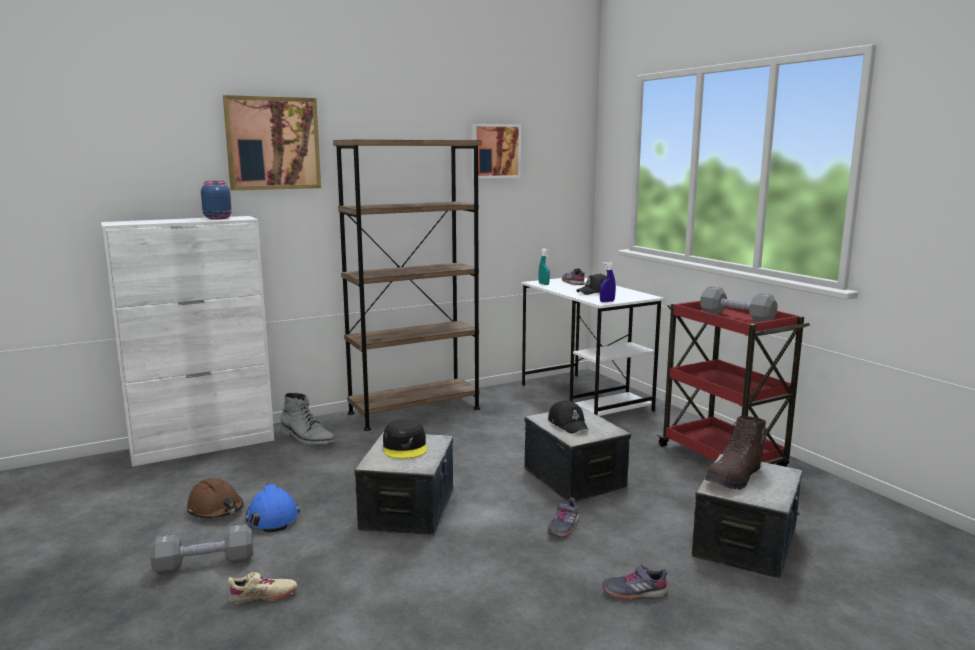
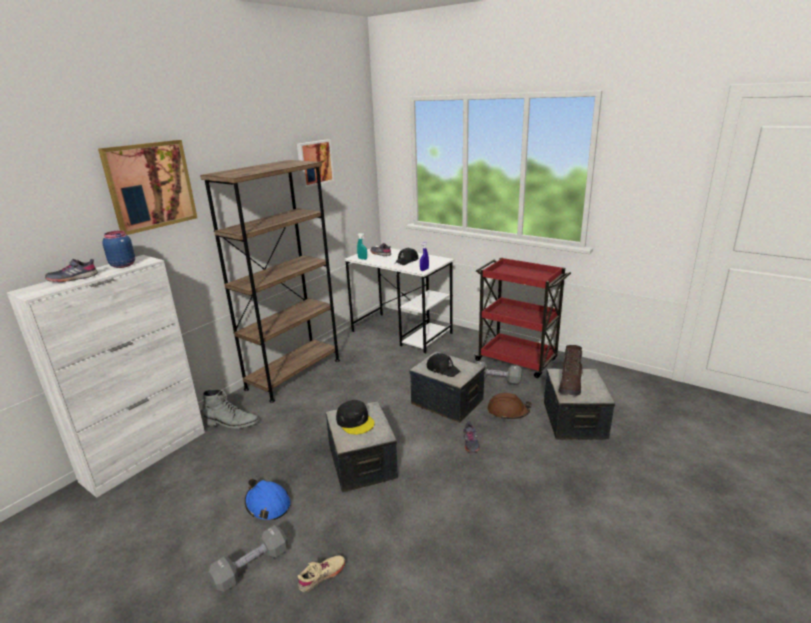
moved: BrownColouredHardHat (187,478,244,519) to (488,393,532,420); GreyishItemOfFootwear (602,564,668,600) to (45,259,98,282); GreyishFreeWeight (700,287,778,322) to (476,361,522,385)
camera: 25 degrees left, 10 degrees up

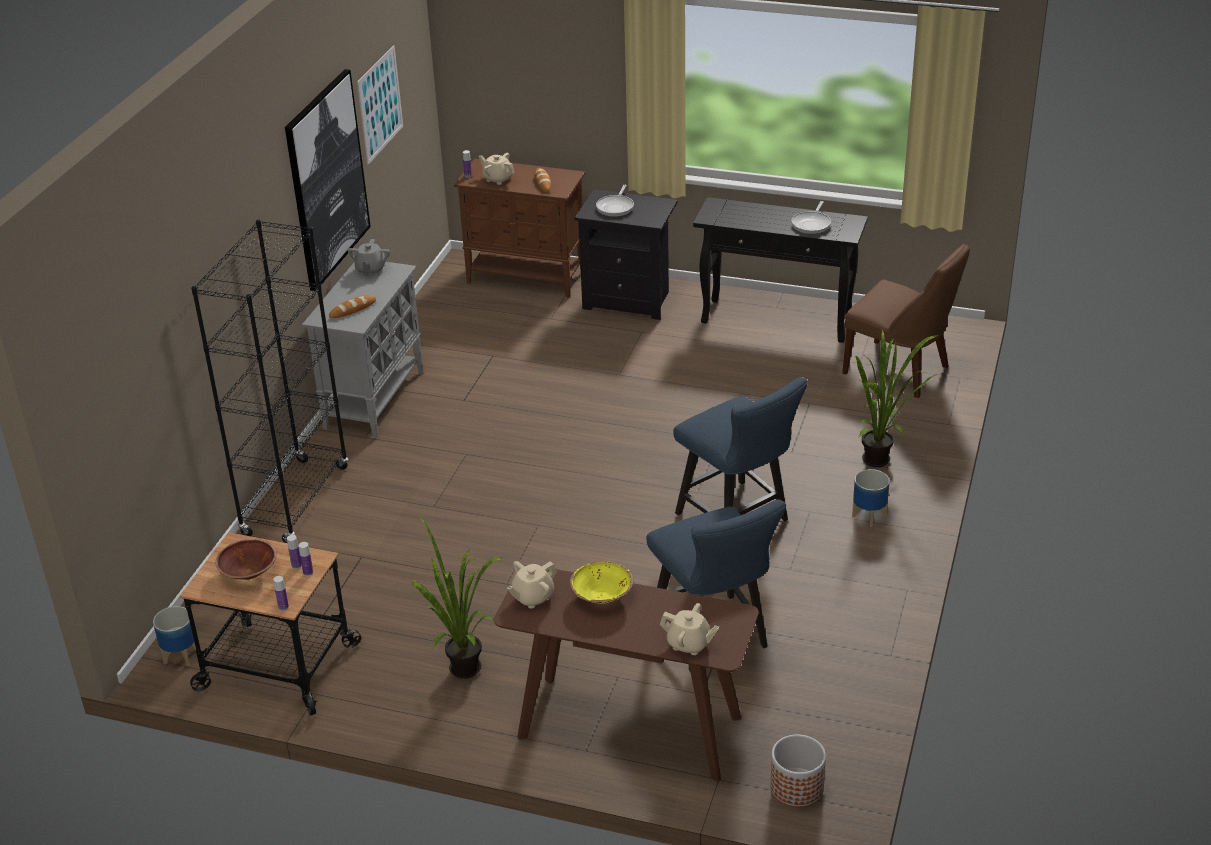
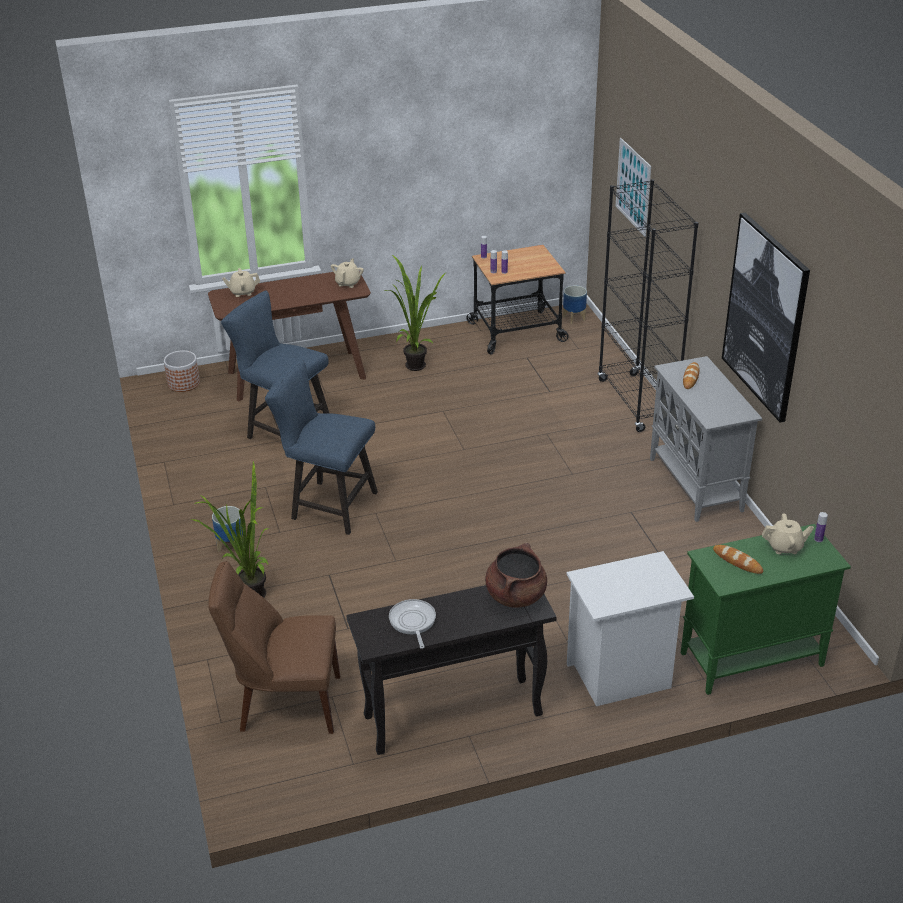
removed: BrownColouredDeepDish (215,539,277,580); GreyishTeapot (348,239,390,275); YellowColouredDeepDish (570,561,633,604); Skillet (596,185,634,217)
added: BrownColouredSaucepot (485,543,547,608)
moved: Picture (357,45,403,165) to (616,138,651,237)
recoloured: BrownColouredStorageCabinet (454,159,585,298) to GreenStorageCabinet (681,524,851,695); BlackNightstand (574,189,678,320) to WhiteNightstand (567,551,694,706)
camera: 145 degrees right, 0 degrees up

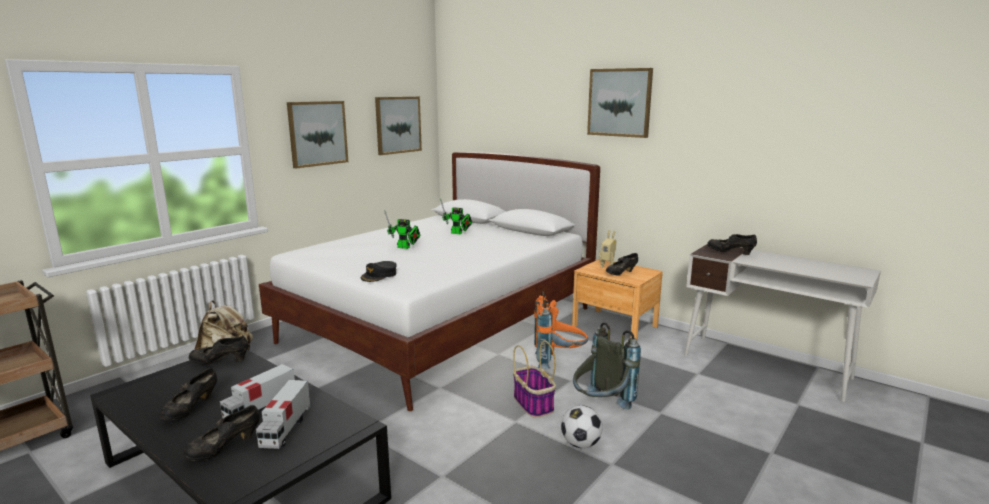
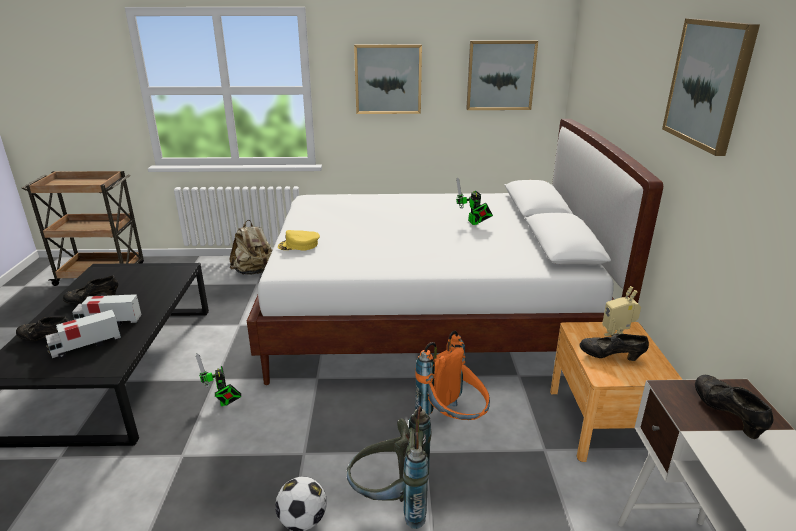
removed: BlackItemOfFootwear (189,336,248,364); HouseholdBasket (513,341,556,418)
moved: ModelRobot (384,210,421,249) to (196,353,241,406)
recoloured: BlackPeakedCap (360,261,397,282) to YellowColouredPeakedCap (278,230,320,251)
camera: 50 degrees right, 10 degrees up

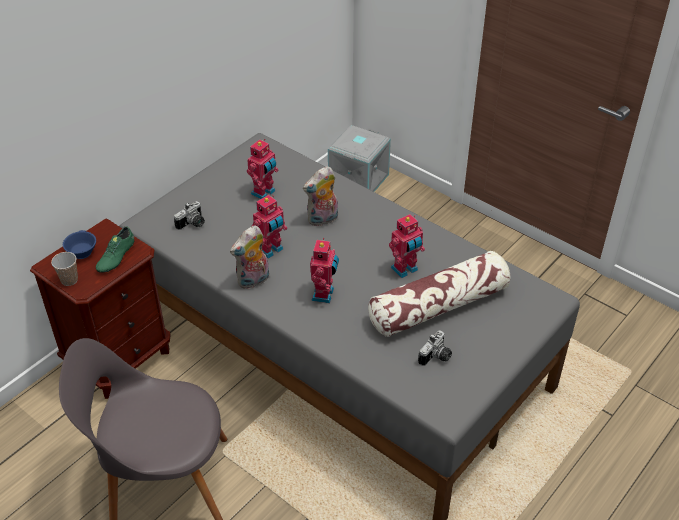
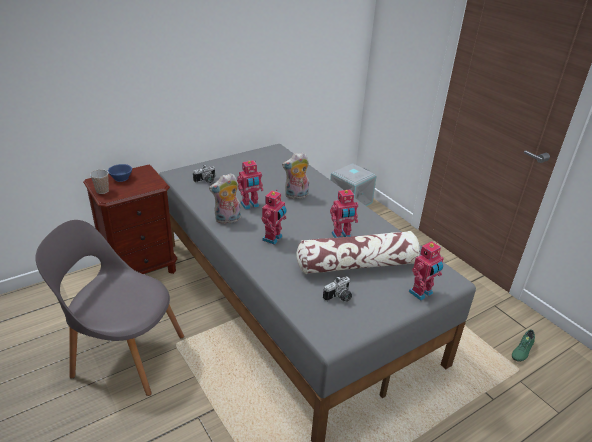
moved: GreenItemOfFootwear (96,226,134,273) to (512,330,535,362); ModelRobot (247,139,279,199) to (408,241,444,301)
camera: 15 degrees right, 10 degrees down

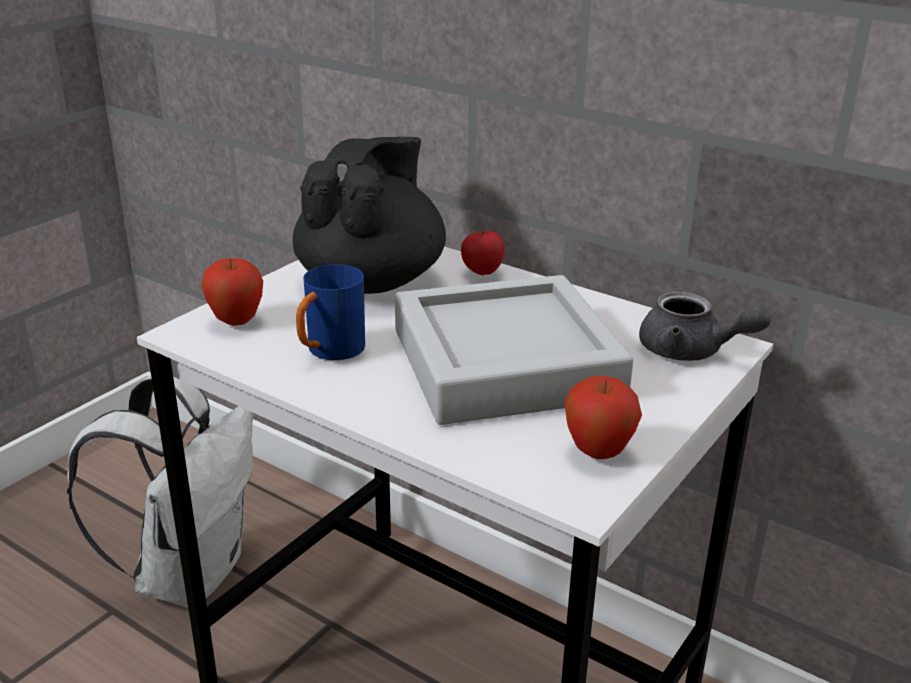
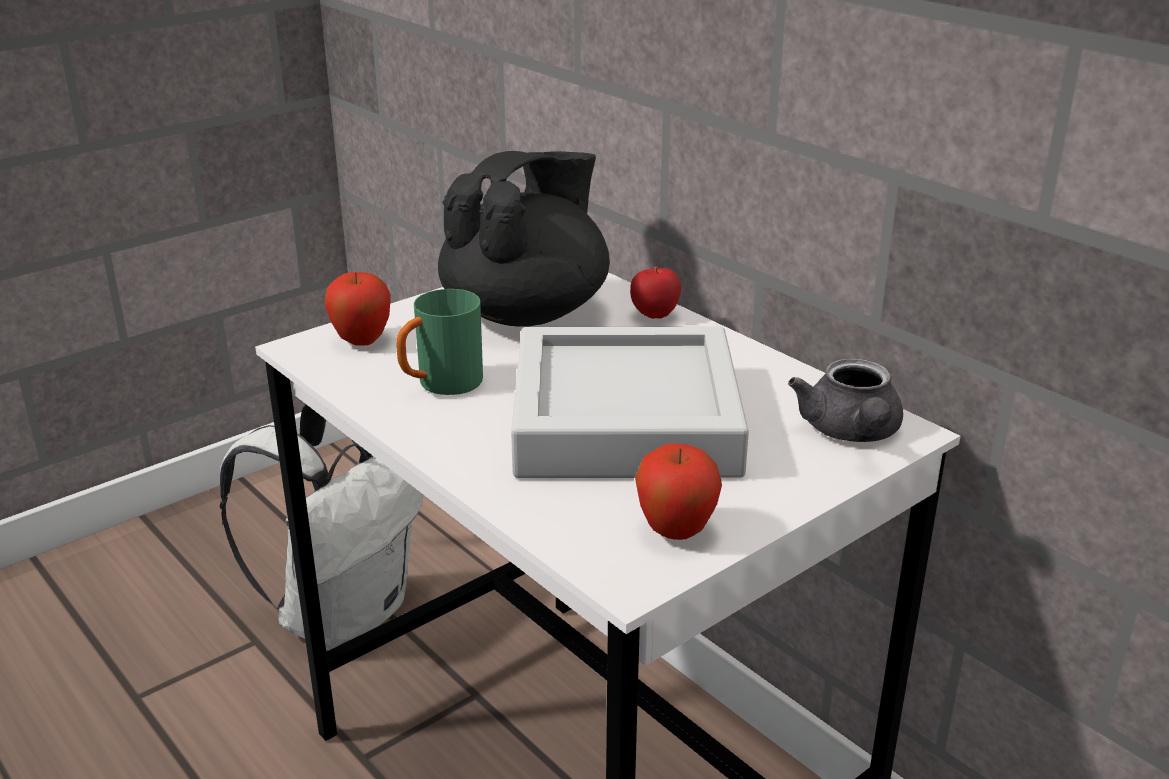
recoloured: BlueColouredMug (296,264,365,360) to GreenMug (396,289,483,395)
turned: GreyishTeapot (639,292,771,361) = (788,358,903,442) 45 degrees clockwise
camera: 15 degrees right, 0 degrees up

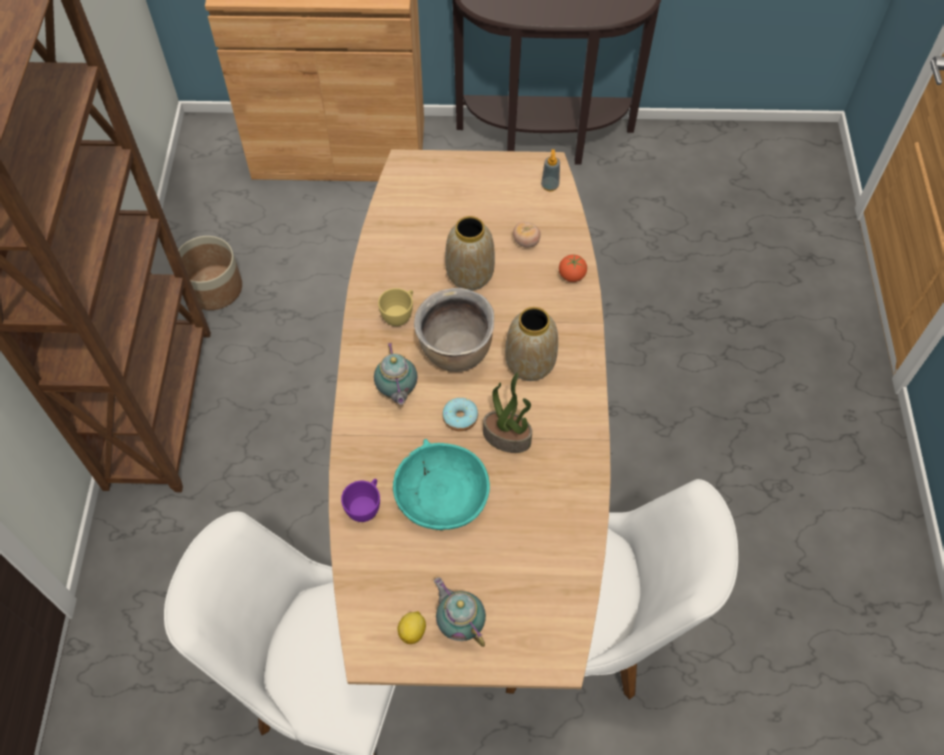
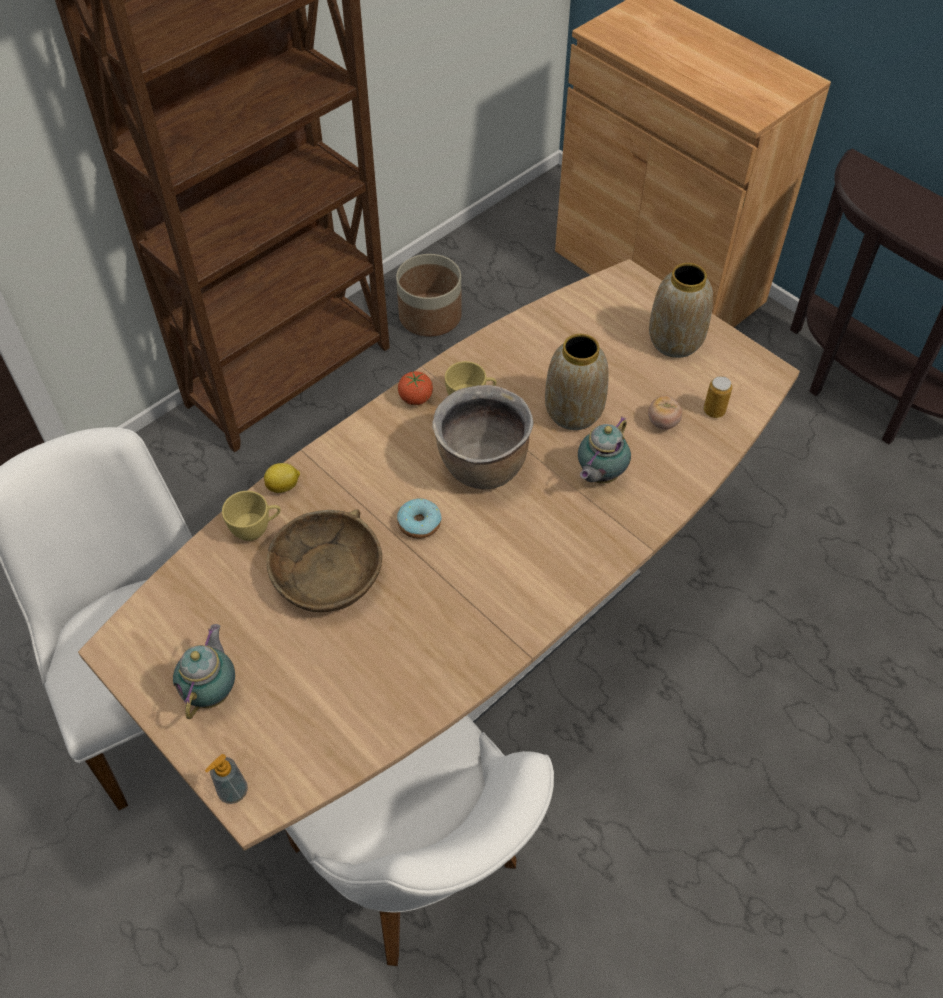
removed: Houseplant (483,373,532,453)
added: SealedCan (704,376,732,418)
moved: Teapot (374,342,418,405) to (578,417,631,484); Lemon (398,611,426,644) to (264,463,300,493); DecorativeVase (505,307,558,381) to (649,263,713,358); LiquidSoapBottle (541,149,560,191) to (205,754,248,804); WholeTomato (559,254,587,282) to (398,371,433,405)
recoloured: PurpleCup (341,479,380,522) to YellowColouredCup (222,491,281,541); TurquoiseDeepDish (393,439,490,530) to BrownColouredDeepDish (266,509,382,612)
camera: 45 degrees right, 5 degrees down

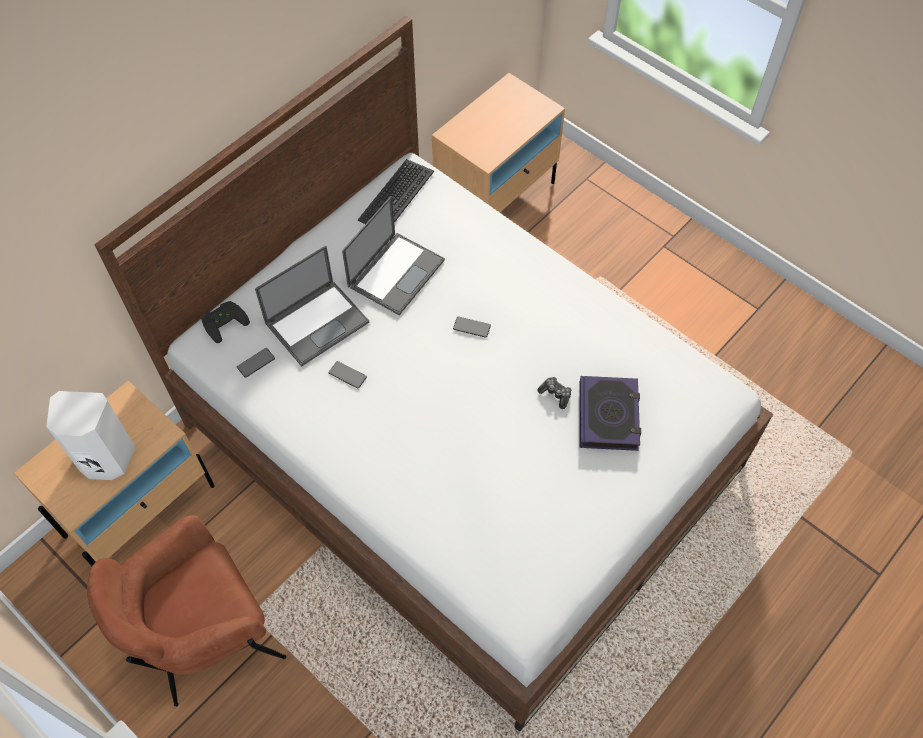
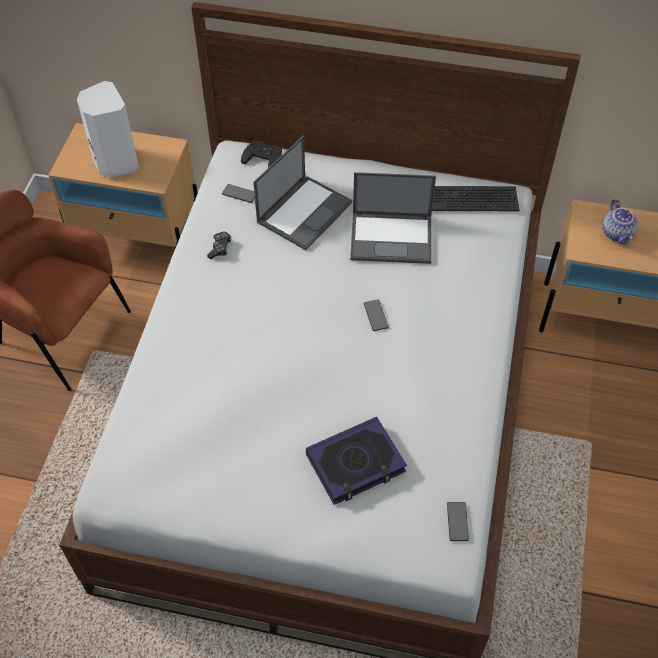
added: Teapot (603,199,638,244)
moved: Phone (328,361,367,389) to (447,502,469,541); Gamepad (537,377,572,409) to (207,232,231,259)
turned: PortableComputer (255,245,369,367) = (253,136,352,250) 75 degrees counterclockwise
camera: 60 degrees right, 5 degrees down

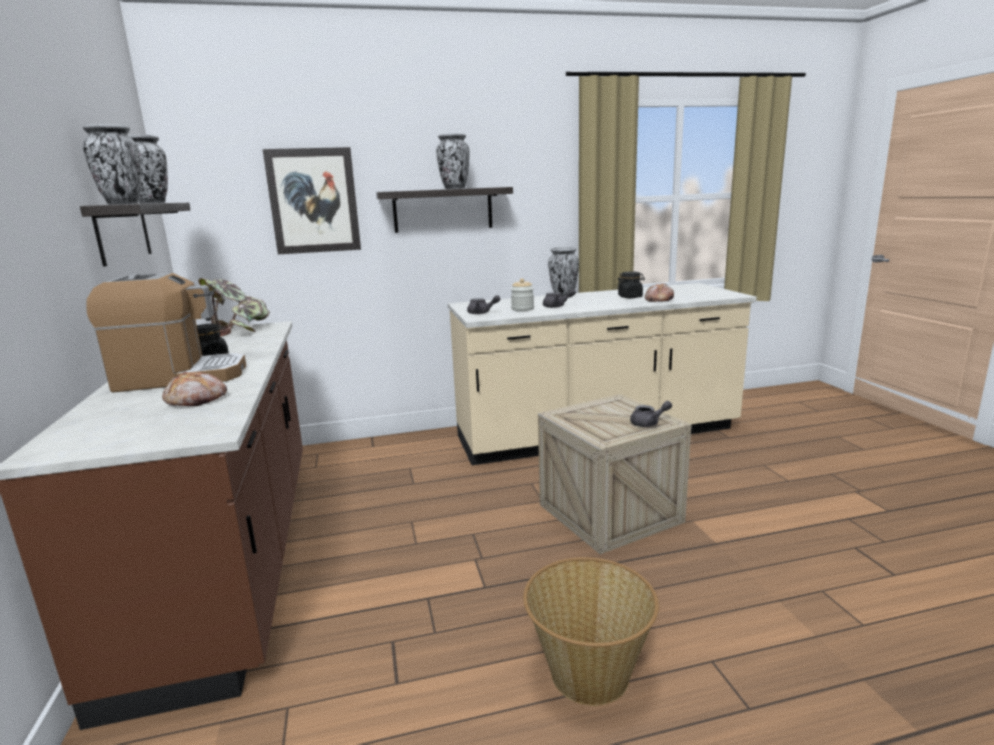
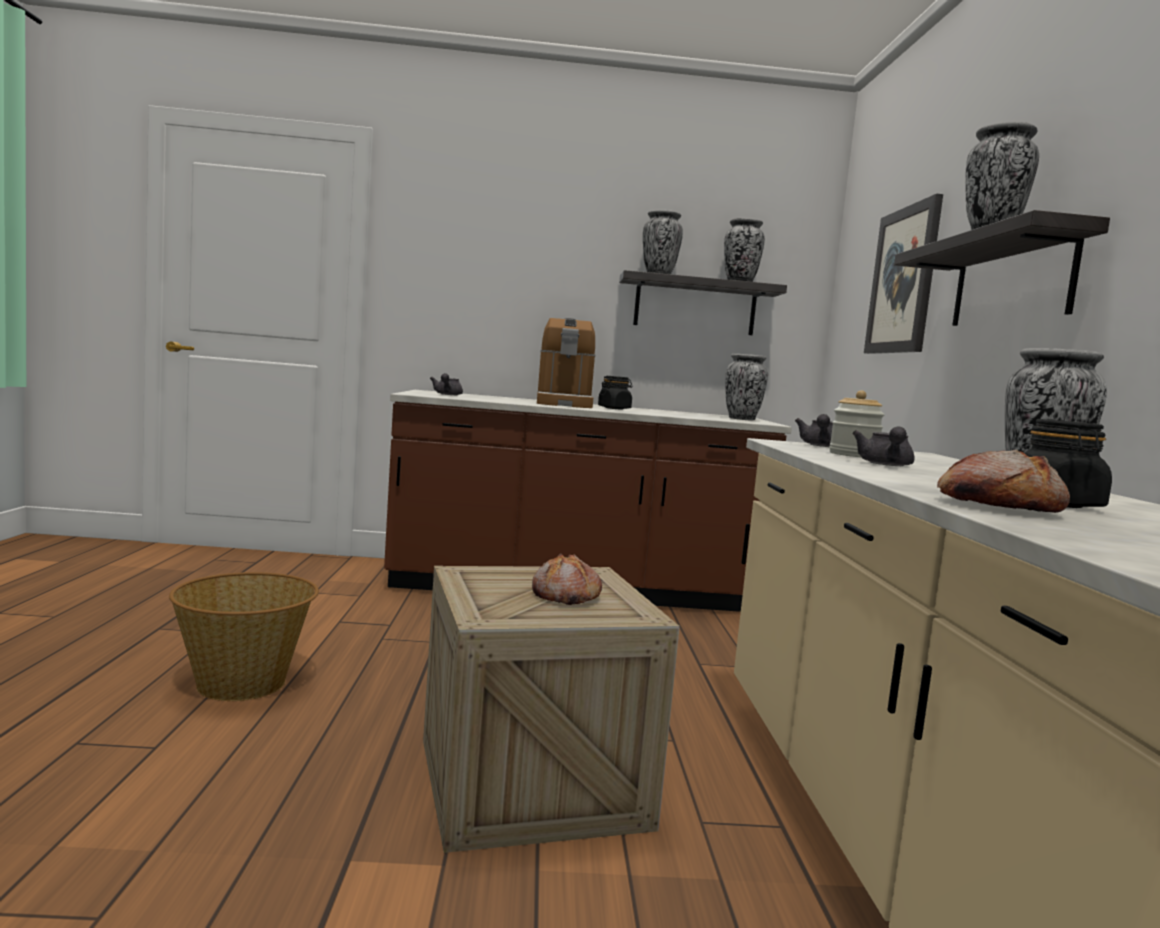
moved: BakedBread (162,372,227,406) to (532,553,602,605); GreyishTeapot (630,401,672,427) to (430,373,463,395)
replaced: Houseplant (198,278,270,337) to DecorativeVase (725,354,768,420)
camera: 100 degrees right, 10 degrees down

